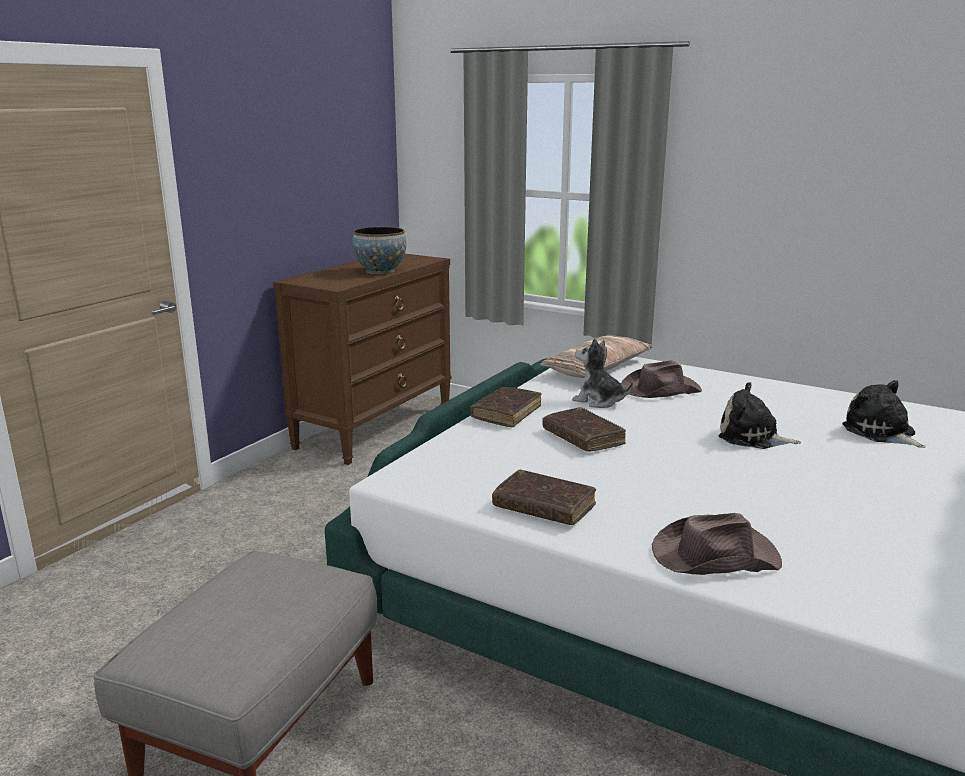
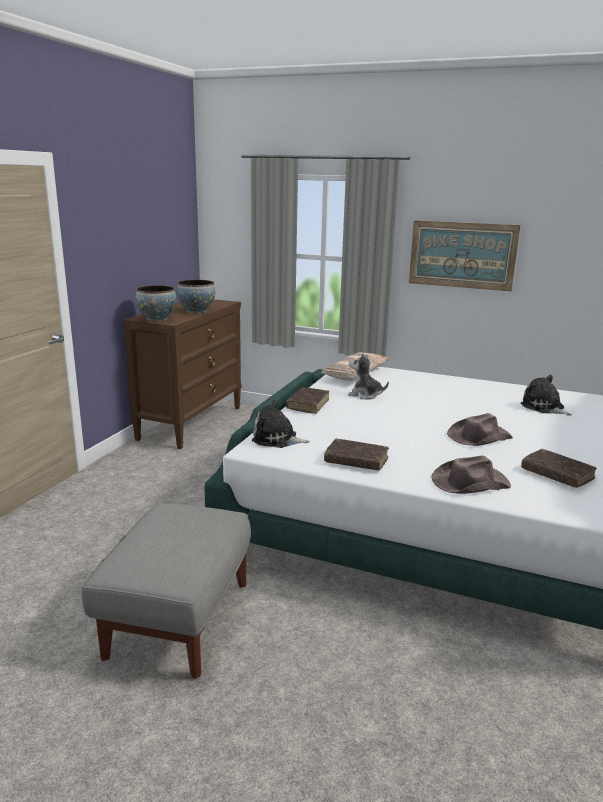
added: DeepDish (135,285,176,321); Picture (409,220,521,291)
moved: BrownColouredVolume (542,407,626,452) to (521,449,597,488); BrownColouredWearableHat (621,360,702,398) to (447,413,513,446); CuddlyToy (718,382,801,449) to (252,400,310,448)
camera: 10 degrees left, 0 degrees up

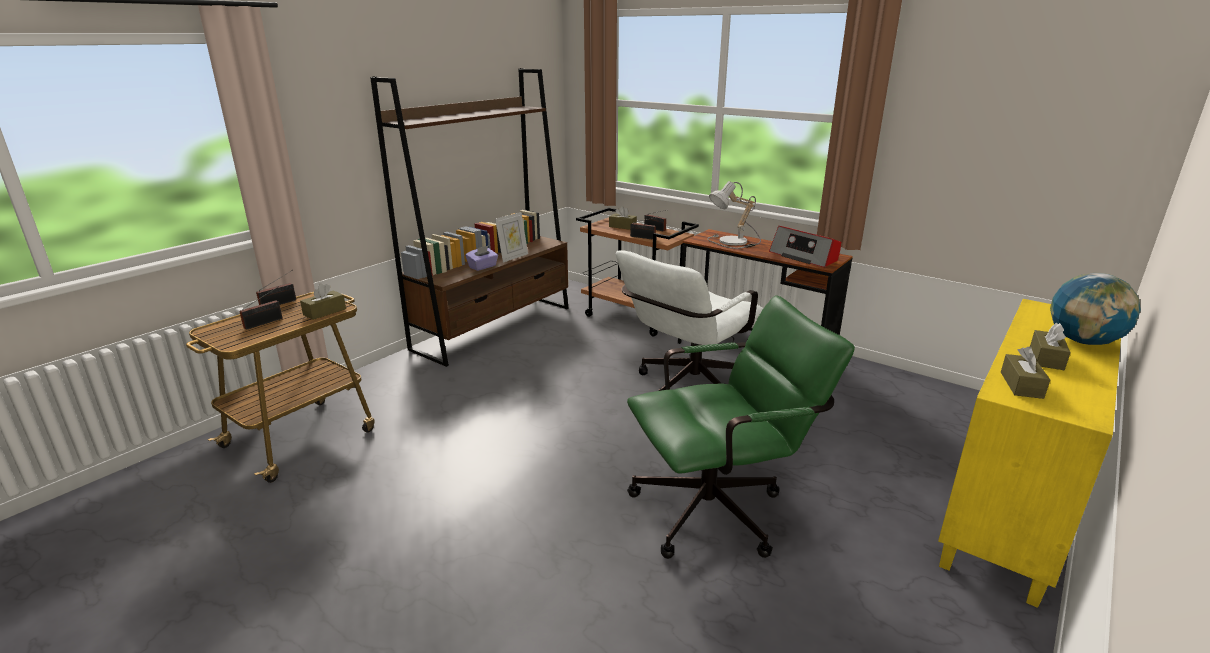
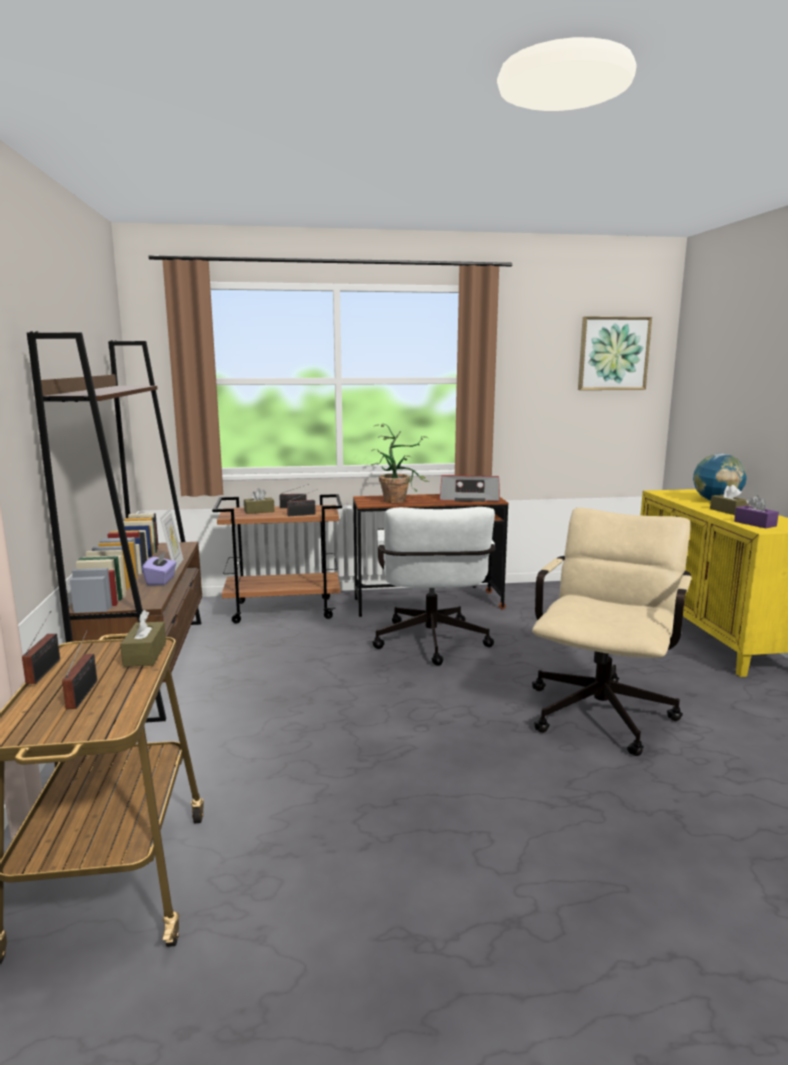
added: Picture (578,316,652,390)
replaced: TabletopLamp (707,181,761,249) to Houseplant (371,424,429,503)
recoloured: GreenDeskChair (627,295,855,559) to SandColouredDeskChair (532,508,692,756); BrownColouredTissueBox (1001,346,1050,399) to PurpleTissueBox (734,495,779,528)
camera: 45 degrees left, 10 degrees down

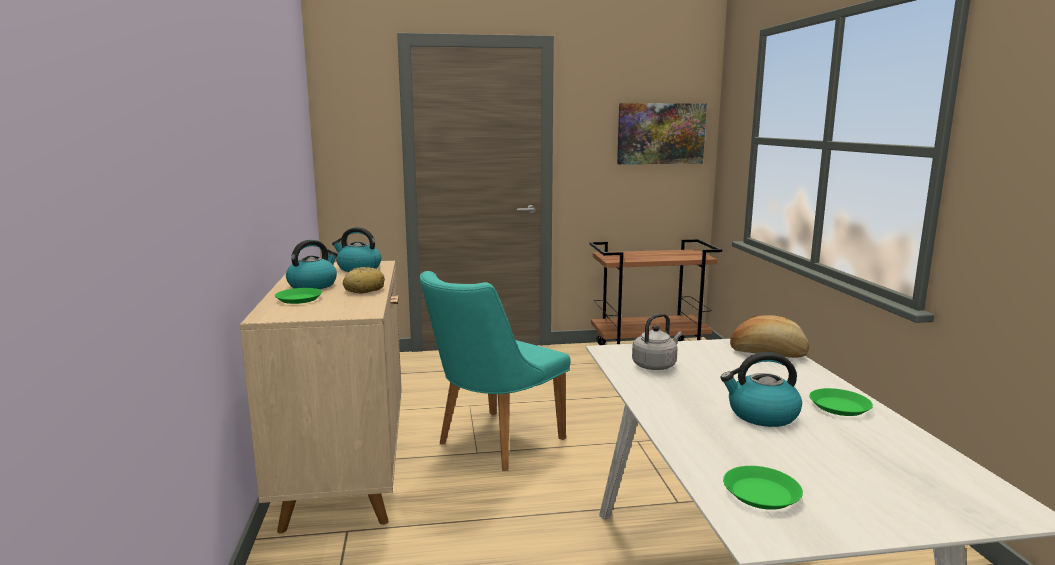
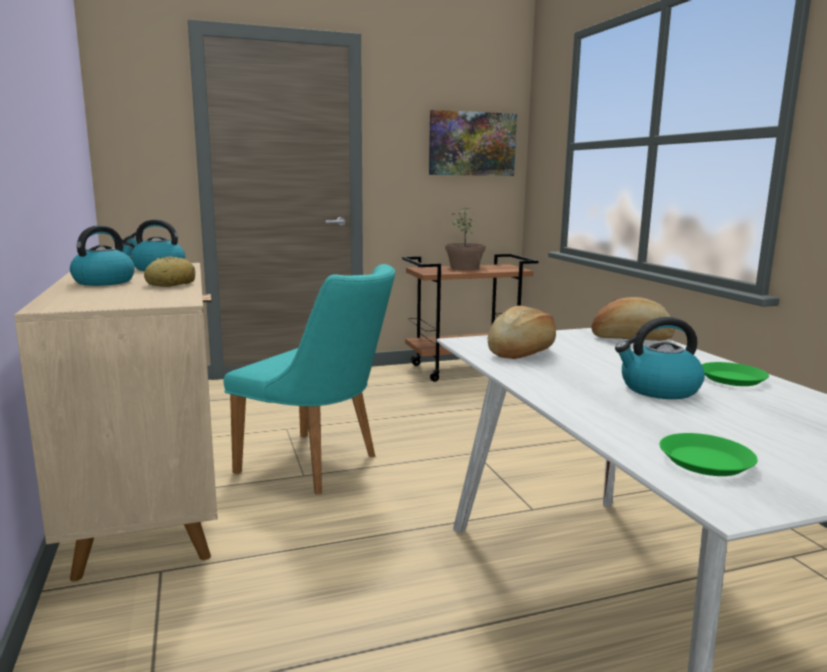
removed: GreenFlatDish (275,288,322,304)
added: Houseplant (445,207,485,270)
replaced: GreyishKettle (632,313,682,370) to BakedBread (488,306,556,359)
turned: TurquoiseChair (420,271,570,471) = (224,264,395,494) 90 degrees counterclockwise
camera: 10 degrees left, 0 degrees up

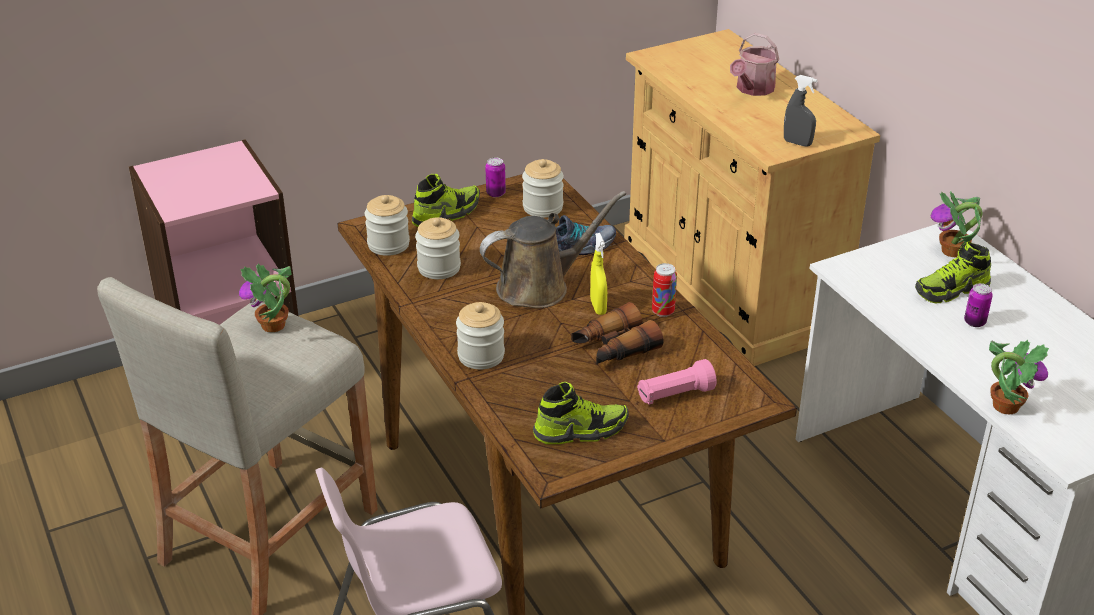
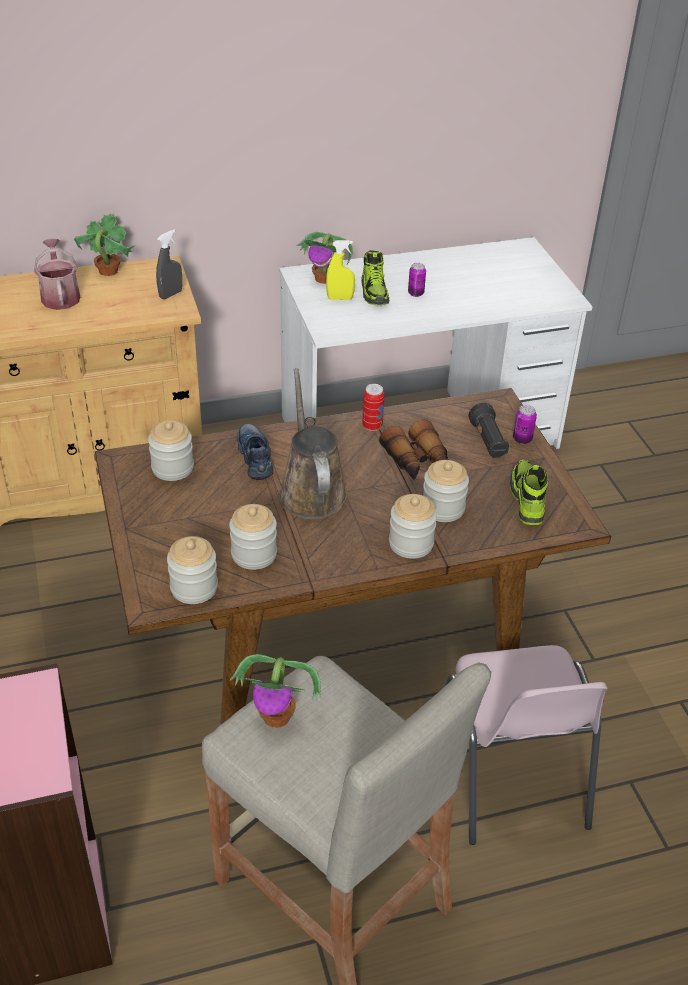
removed: ItemOfFootwear (412,174,480,227)
added: PreserveJar (423,460,469,522)
moved: SealedCan (485,157,506,197) to (513,405,537,444); YellowColouredHandSprayer (590,233,607,315) to (326,240,355,300); Houseplant (989,339,1049,414) to (74,213,135,276)
recoloured: PinkFlashlight (637,359,717,405) to BlackFlashlight (469,403,509,458)
turned: WateringCan (730,33,779,96) = (34,239,80,310) 150 degrees counterclockwise
camera: 80 degrees left, 5 degrees up

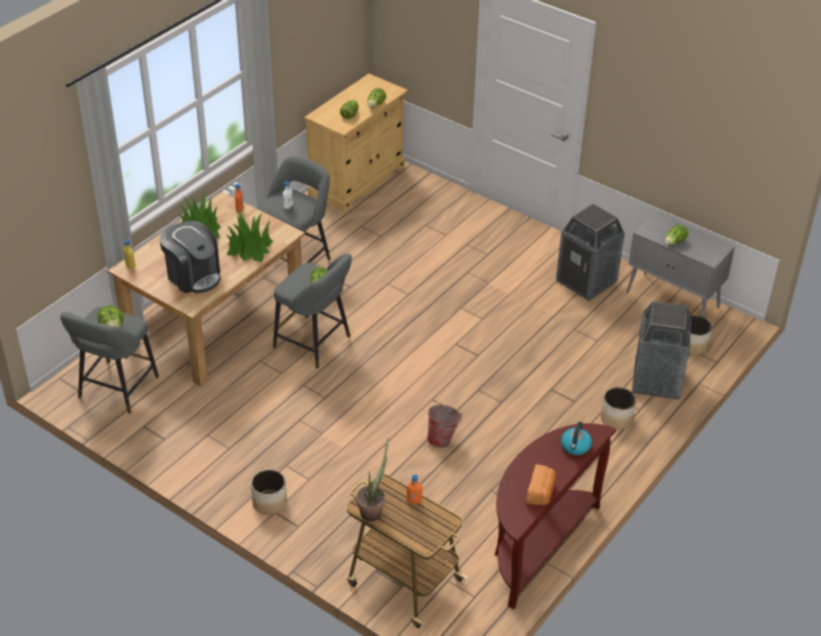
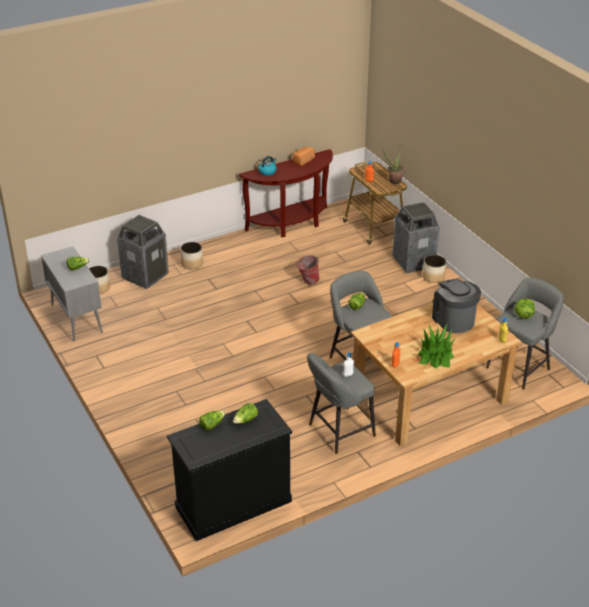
removed: Houseplant (226,212,273,262)
moved: WasteBin (556,204,625,301) to (392,202,440,273)
recoloured: SandColouredStorageCabinet (304,74,408,211) to BlackStorageCabinet (167,399,292,541)
camera: 155 degrees left, 5 degrees down

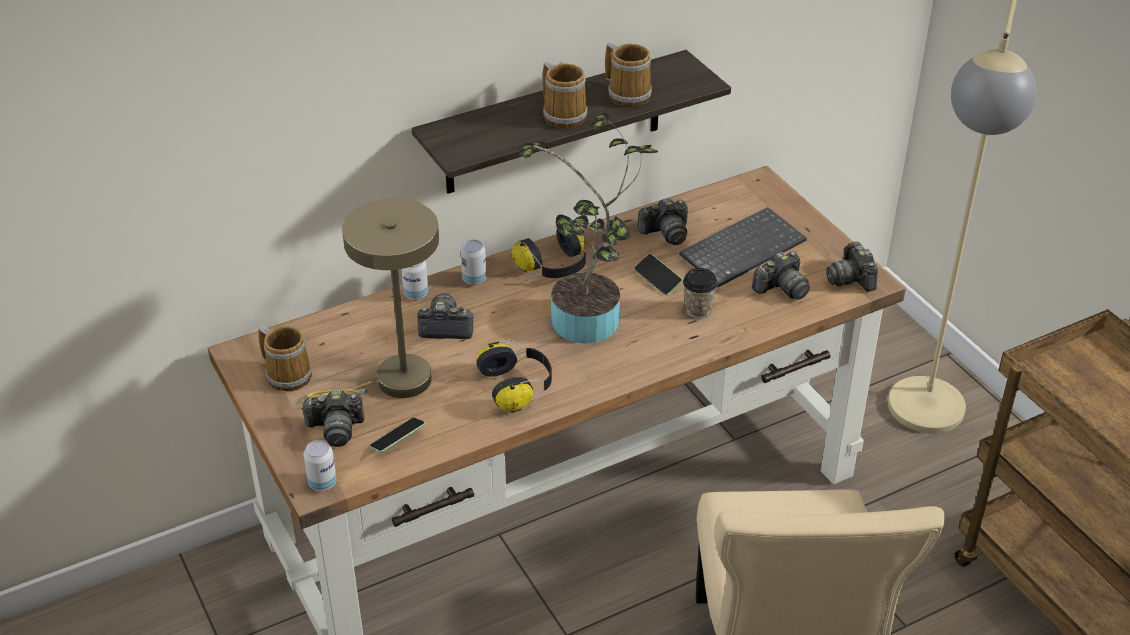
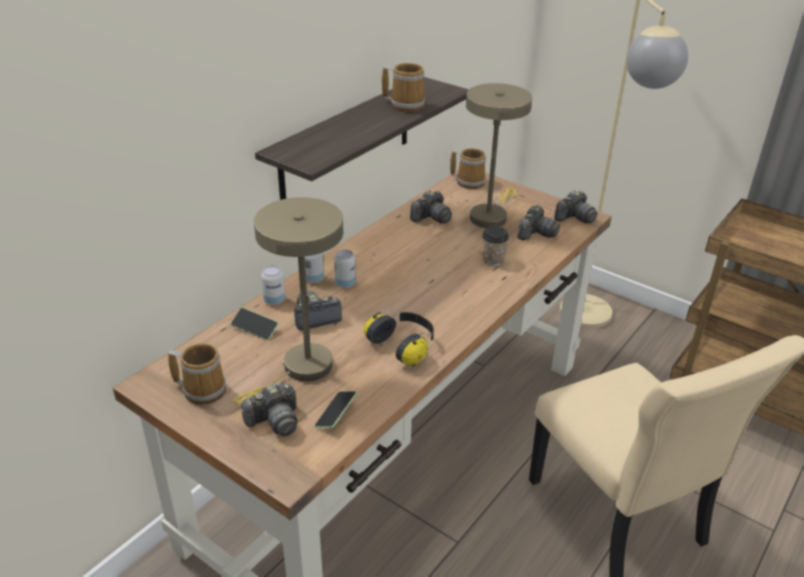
removed: Headset (511,228,586,278); Houseplant (519,113,658,344)
moved: SealedCan (304,440,337,491) to (334,250,356,288); Mug (542,62,588,128) to (450,148,486,189); Phone (634,254,683,296) to (231,308,278,340)
replaced: PcKeyboard (679,207,807,287) to SandColouredTabletopLamp (466,83,532,228)
turned: StillCamera (826,242,878,292) = (554,190,597,224) 90 degrees counterclockwise
camera: 25 degrees left, 5 degrees down

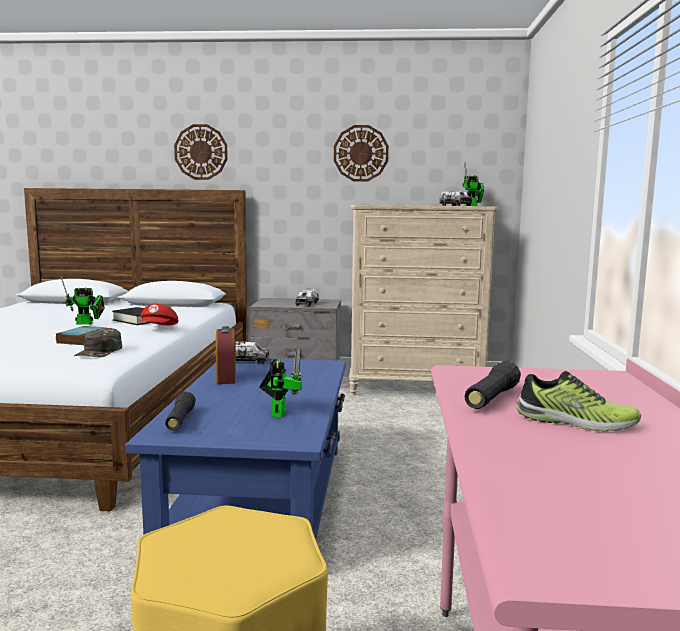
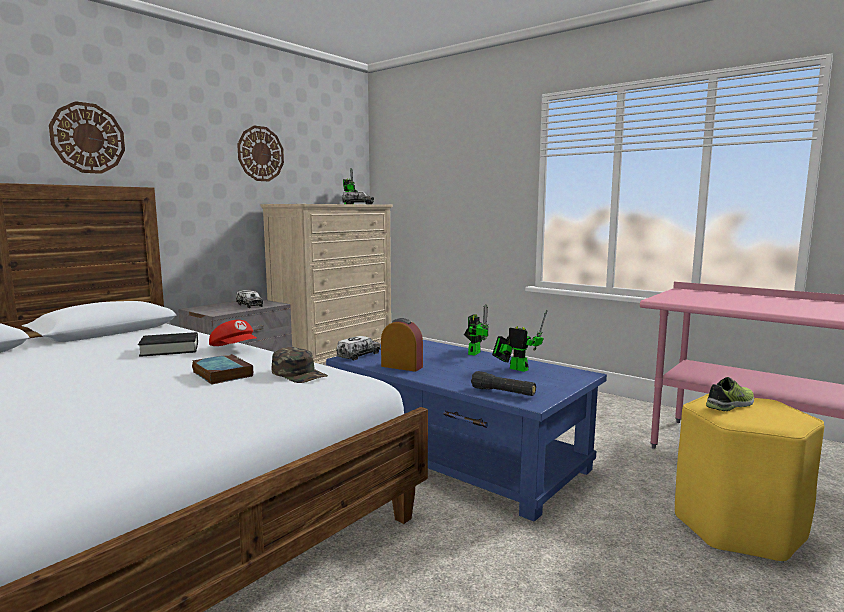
removed: BlackFlashlight (464,361,521,409)
moved: ModelRobot (60,275,105,325) to (464,304,489,356); ItemOfFootwear (516,371,641,431) to (706,377,754,411)
camera: 55 degrees left, 0 degrees up

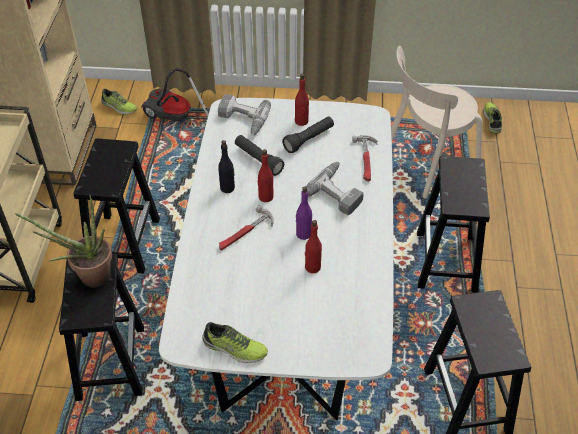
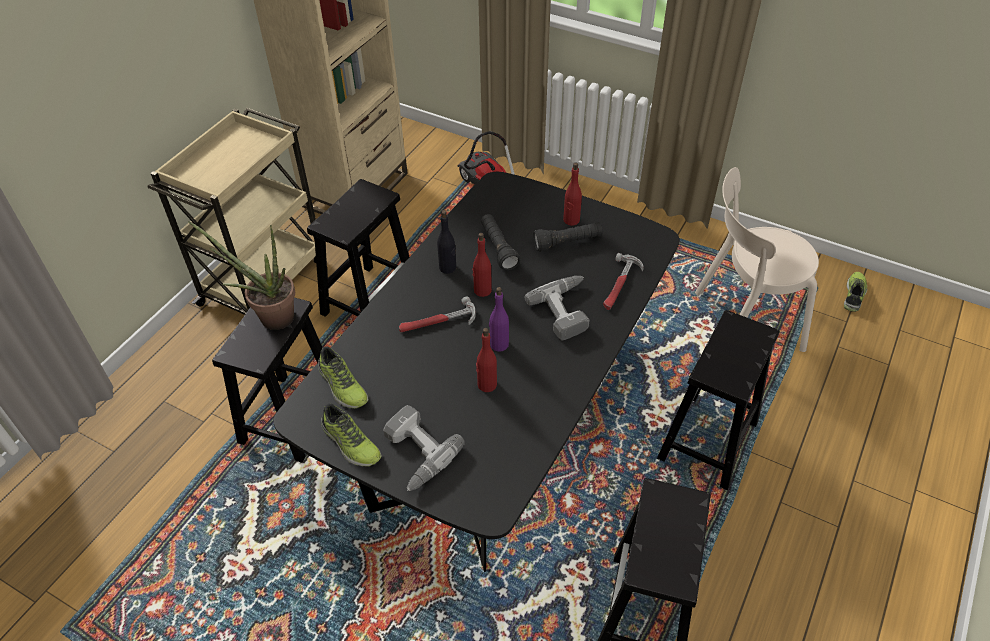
moved: ItemOfFootwear (101,89,138,114) to (318,346,368,408); ElectricDrill (218,94,271,136) to (383,405,465,491)
recoloured: WhiteDinnerTable (159,98,394,421) to BlackDinnerTable (274,172,680,572)
camera: 25 degrees right, 0 degrees up

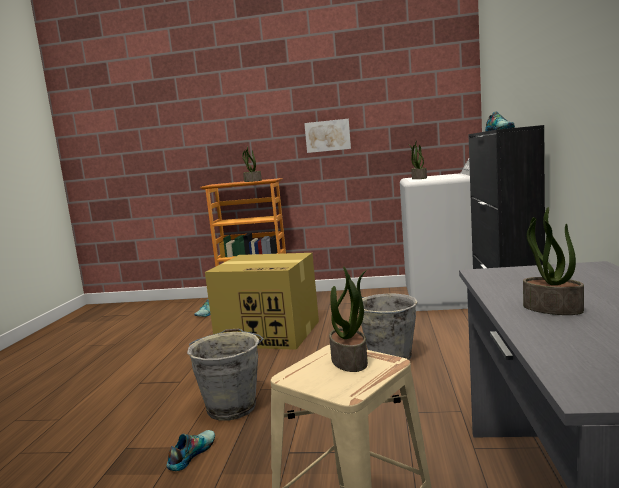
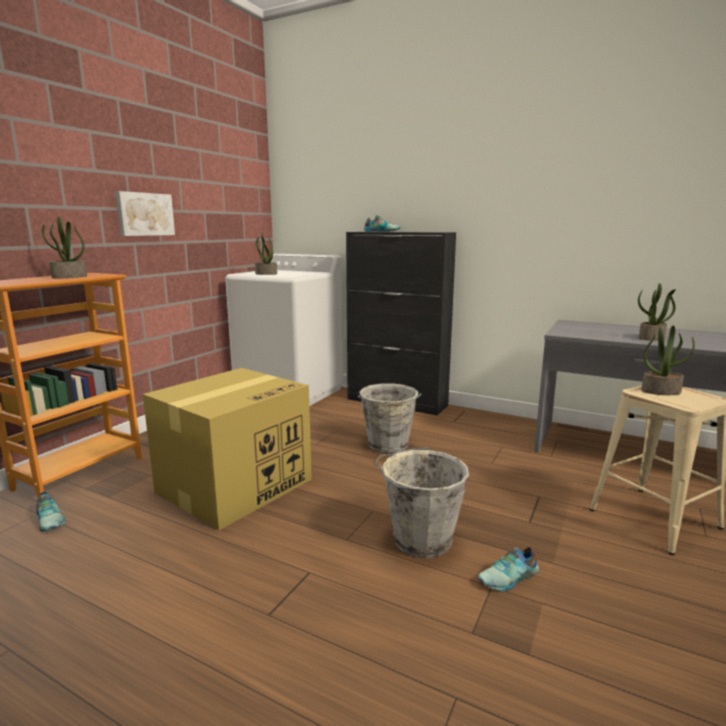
turned: ItemOfFootwear (166,430,215,471) = (478,547,539,591) 75 degrees counterclockwise
camera: 70 degrees left, 5 degrees up

